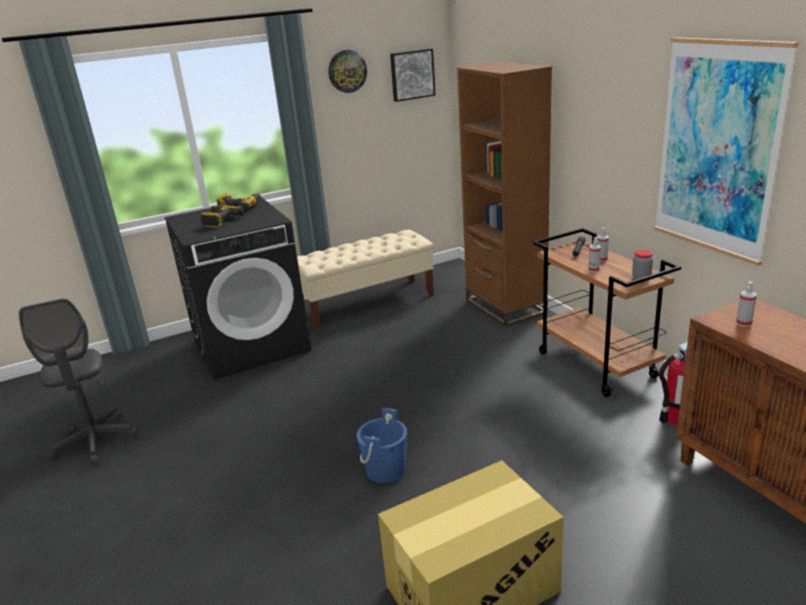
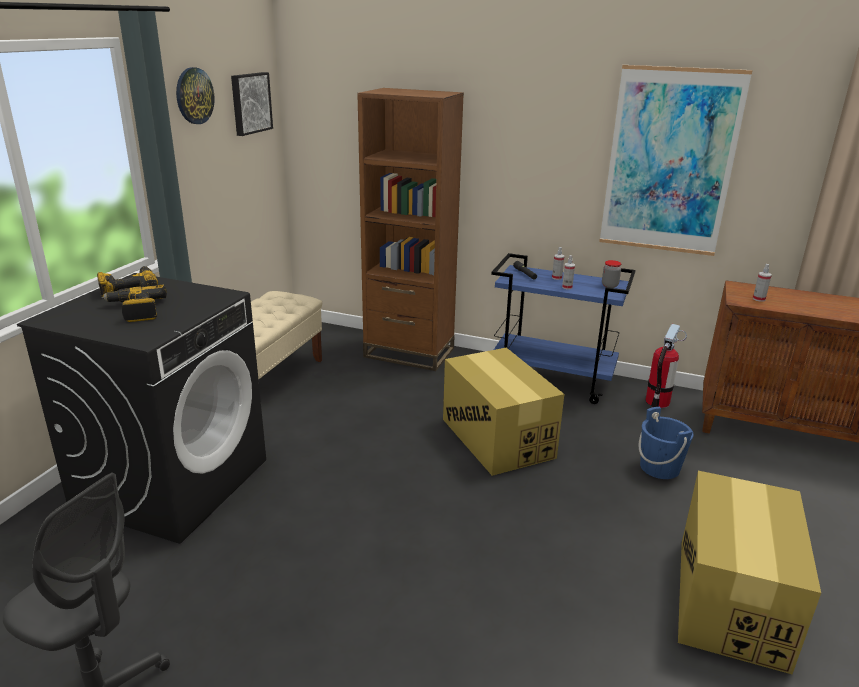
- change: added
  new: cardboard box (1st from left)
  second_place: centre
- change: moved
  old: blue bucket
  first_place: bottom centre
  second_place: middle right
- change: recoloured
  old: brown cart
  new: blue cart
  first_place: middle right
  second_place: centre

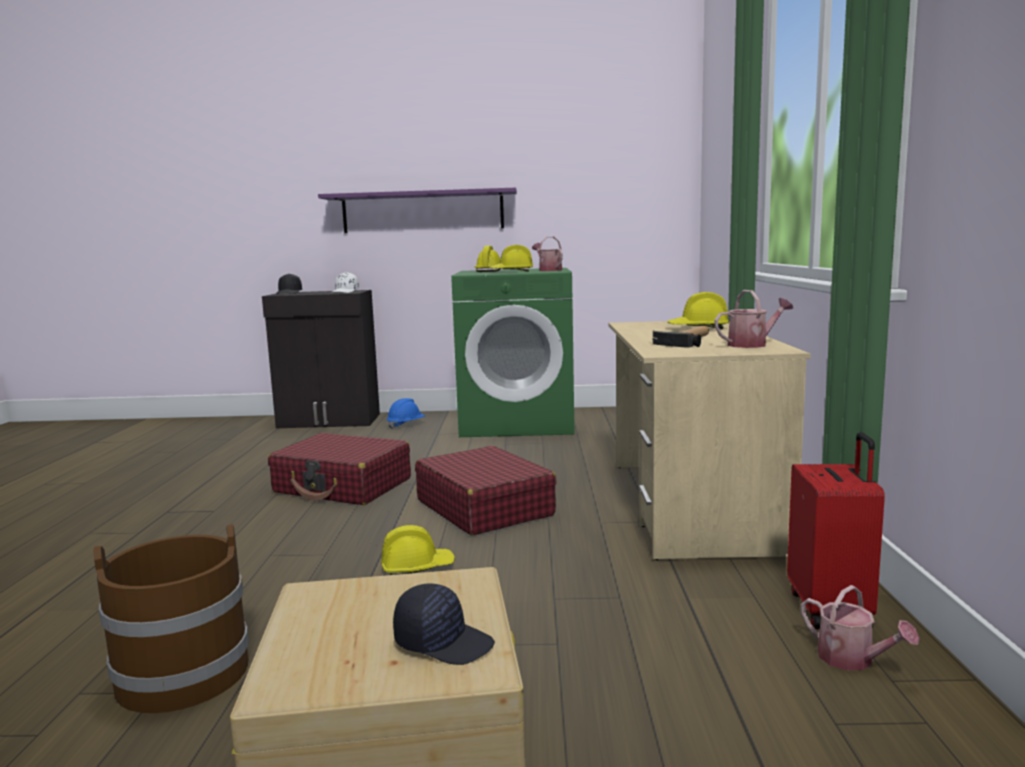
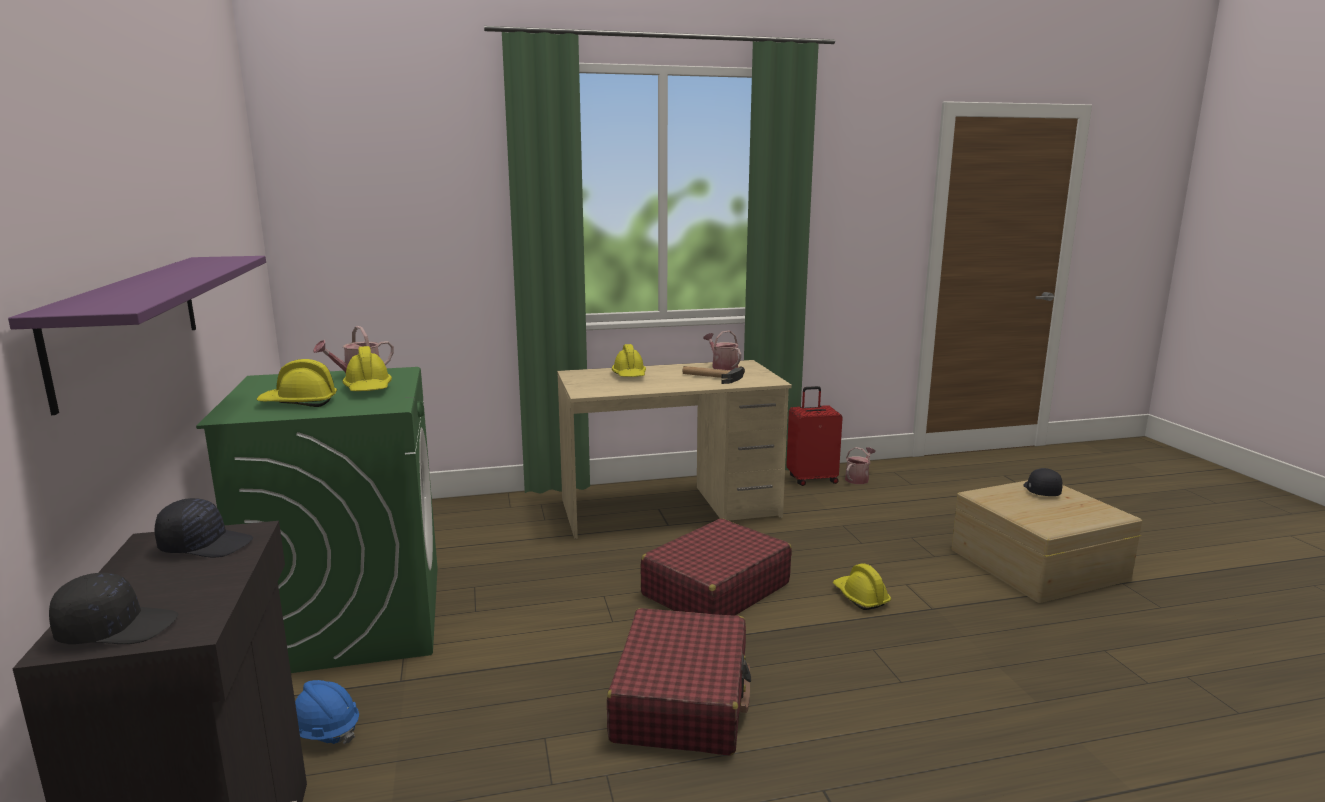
- change: removed
  old: brown bucket
  first_place: bottom left
- change: recoloured
  old: white cap
  new: black cap (2nd from left)
  first_place: centre
  second_place: middle left

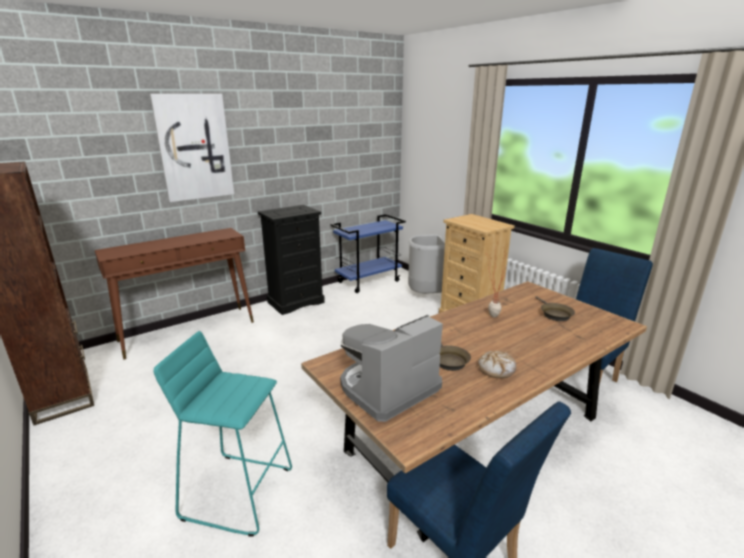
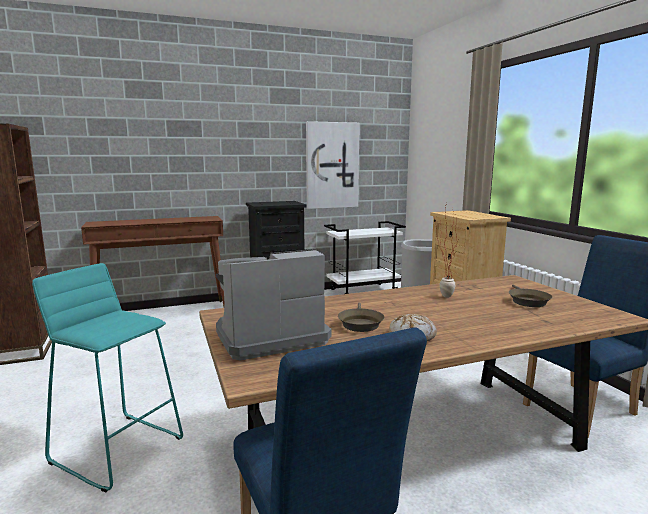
- change: moved
  old: picture
  first_place: top left
  second_place: top centre
- change: recoloured
  old: blue cart
  new: white cart
  first_place: centre
  second_place: centre

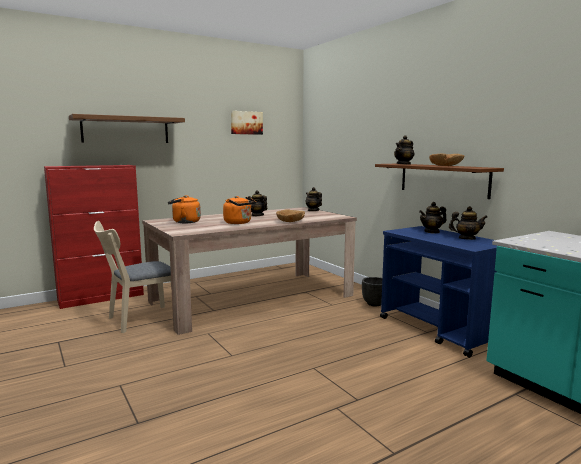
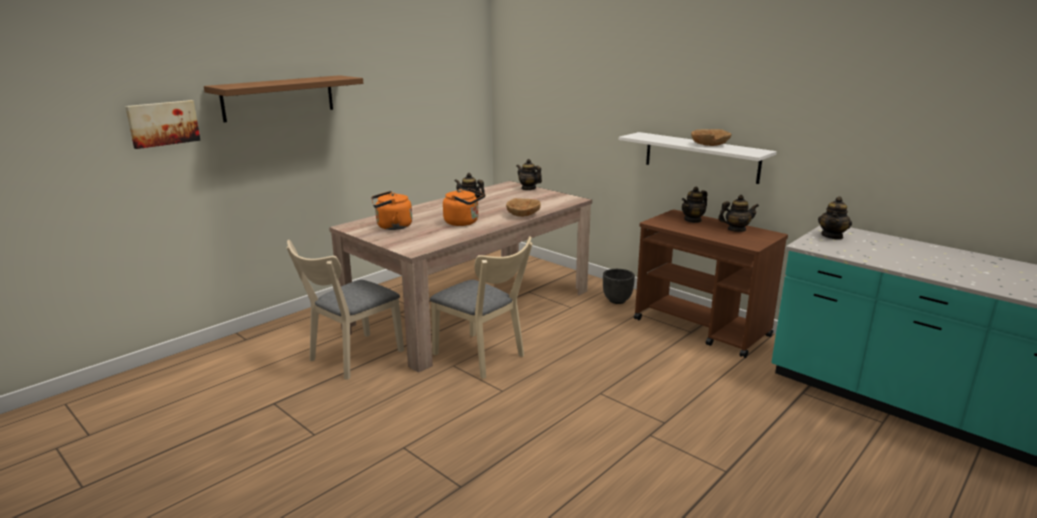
- change: removed
  old: red cabinet
  first_place: middle left
- change: added
  new: beige chair (2nd from left)
  second_place: centre
- change: moved
  old: picture
  first_place: top centre
  second_place: top left
- change: moved
  old: teapot (3rd from left in the first image)
  new: teapot (5th from left)
  first_place: top right
  second_place: middle right
- change: recoloured
  old: brown shelf (2nd from left)
  new: white shelf
  first_place: middle right
  second_place: top right
- change: recoloured
  old: blue cart
  new: brown cart
  first_place: middle right
  second_place: middle right

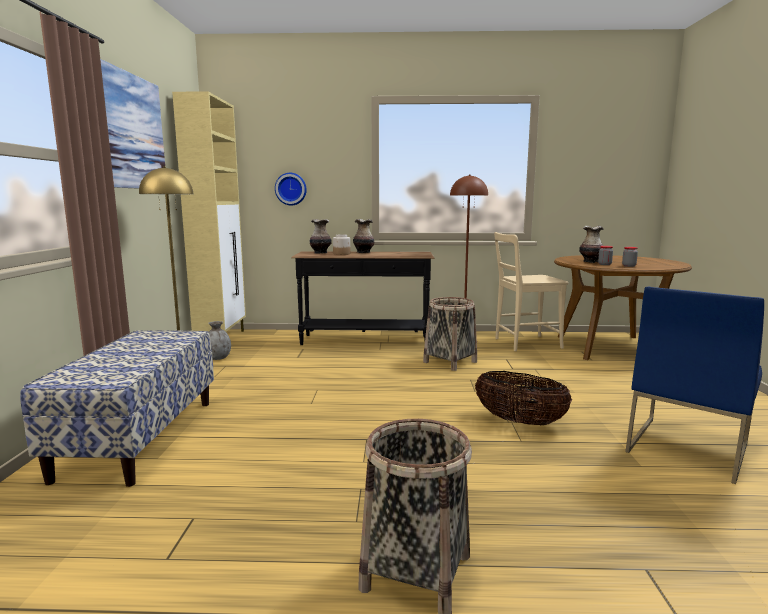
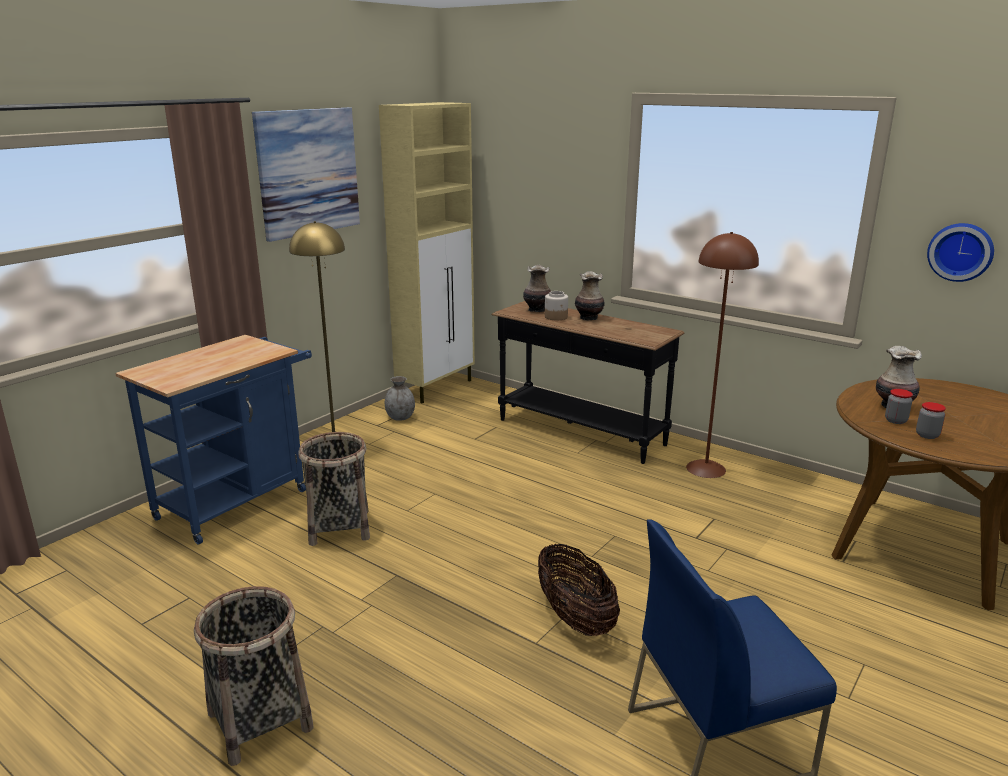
- change: removed
  old: beige chair
  first_place: middle right
- change: moved
  old: wall clock
  first_place: top centre
  second_place: top right
- change: moved
  old: basket (2nd from left)
  first_place: centre
  second_place: middle left
- change: replaced
  old: bench
  new: blue cart
  first_place: middle left
  second_place: middle left

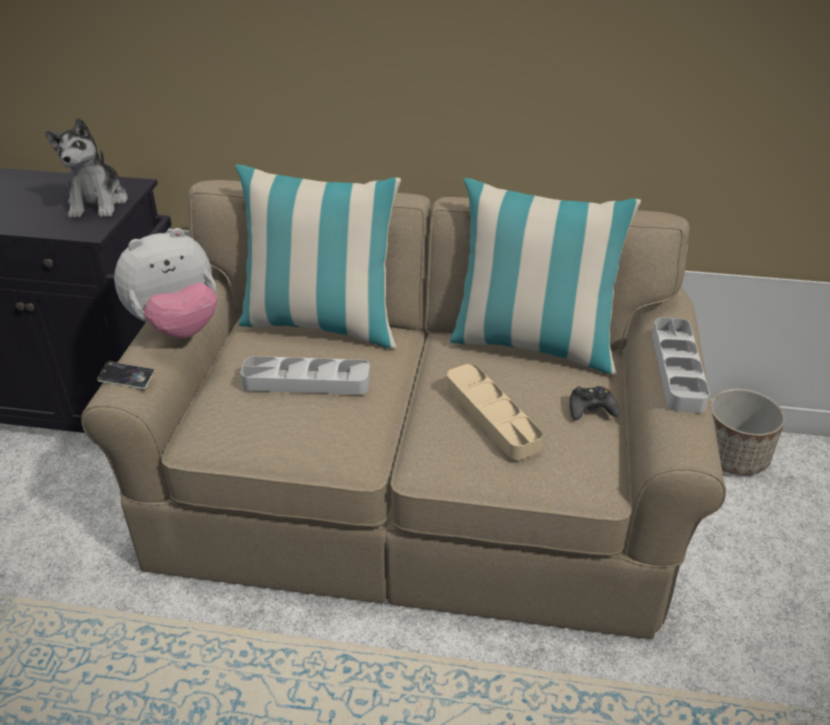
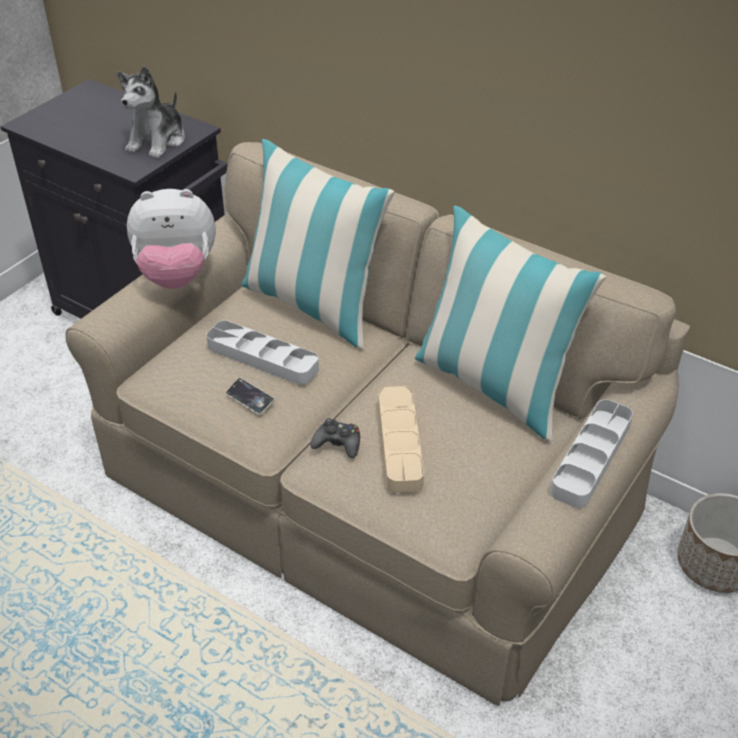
- change: moved
  old: phone
  first_place: middle left
  second_place: centre
- change: moved
  old: black game controller
  first_place: middle right
  second_place: centre

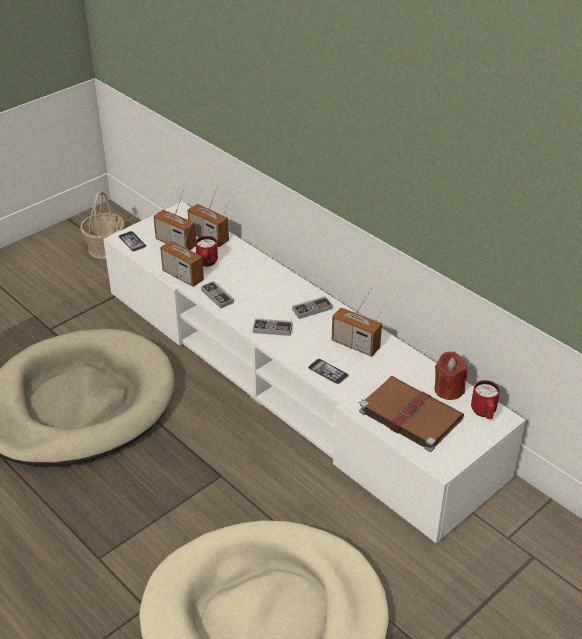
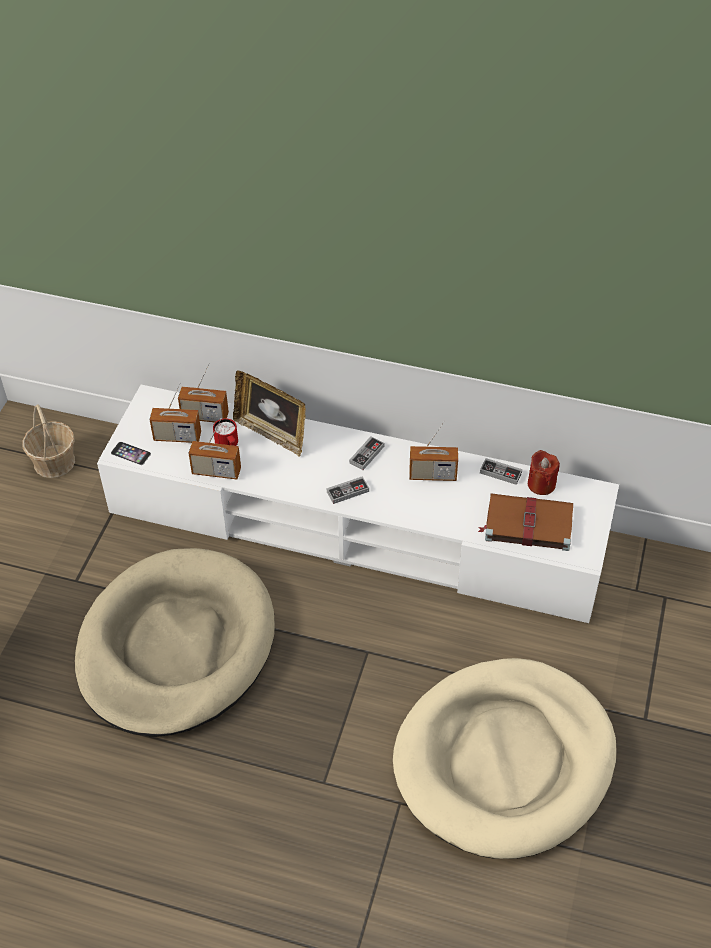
- change: removed
  old: phone (2nd from left)
  first_place: centre
- change: removed
  old: red mug (2nd from left)
  first_place: middle right
- change: added
  new: picture frame
  second_place: centre
- change: moved
  old: game controller (1st from left in the first image)
  new: game controller (3rd from left)
  first_place: centre
  second_place: middle right

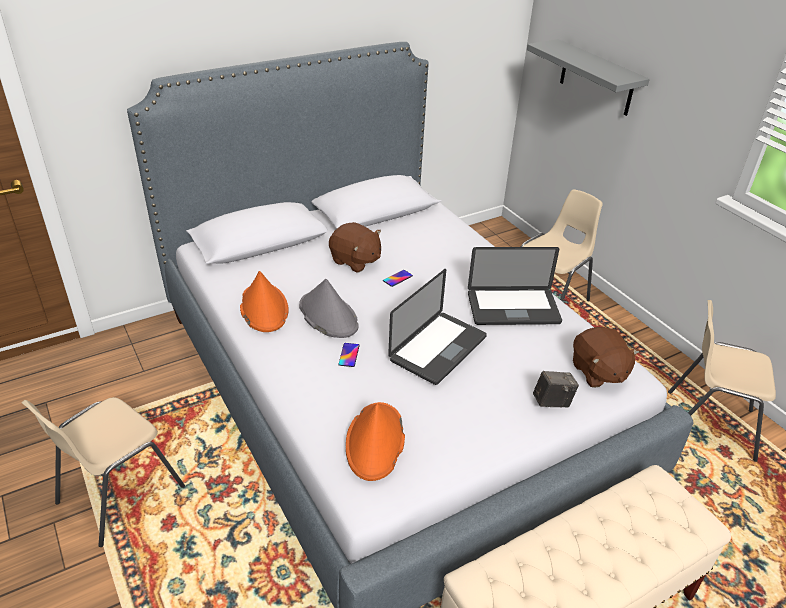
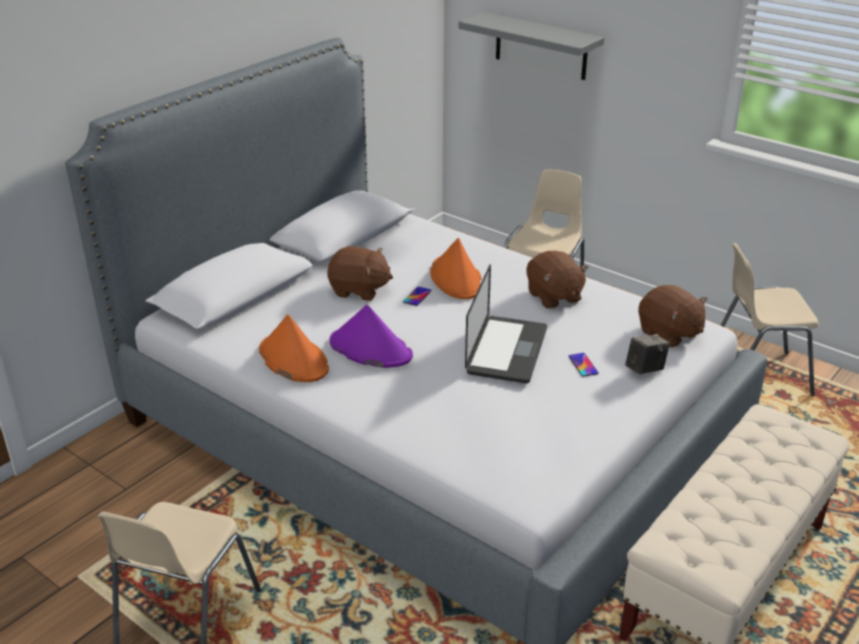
- change: moved
  old: phone (1st from left in the first image)
  new: phone (2nd from left)
  first_place: centre
  second_place: middle right
- change: moved
  old: orange hat (2nd from left)
  first_place: bottom centre
  second_place: centre
- change: replaced
  old: laptop (2nd from left)
  new: brown plush toy (2nd from left)
  first_place: centre
  second_place: centre
- change: recoloured
  old: grey hat
  new: purple hat
  first_place: centre
  second_place: centre

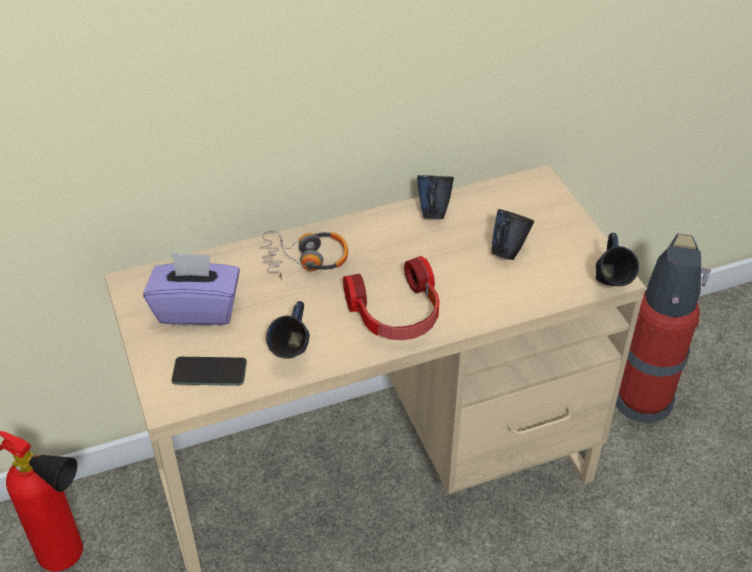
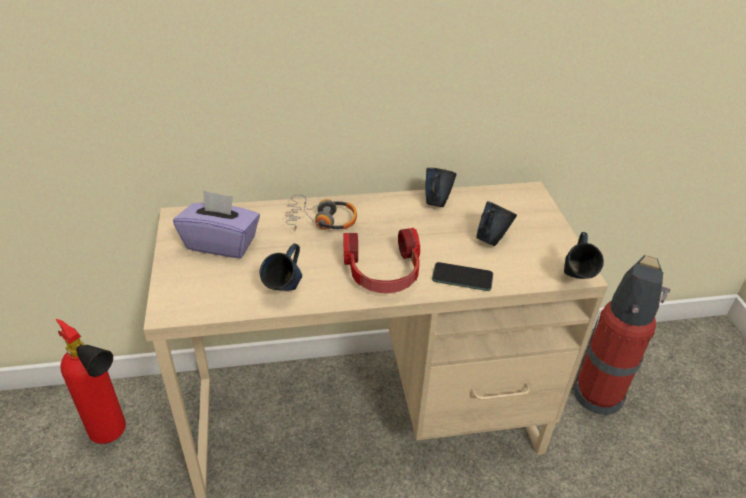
- change: moved
  old: phone
  first_place: middle left
  second_place: centre

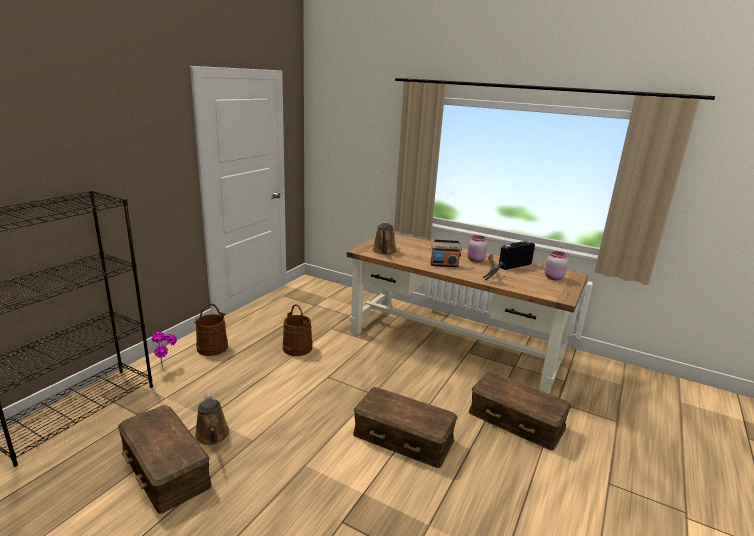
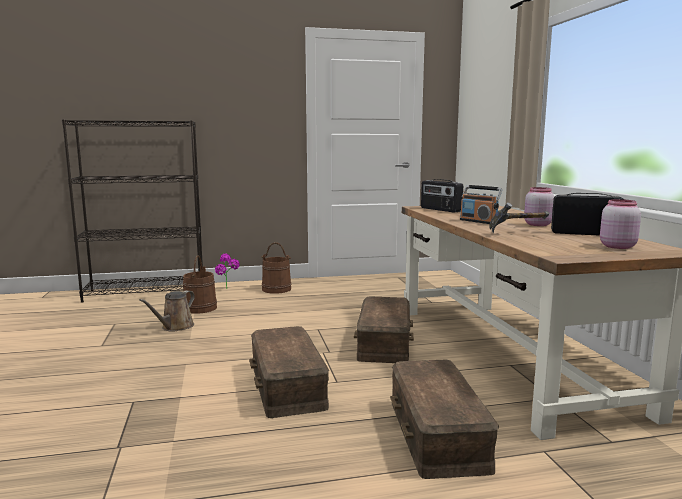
- change: moved
  old: brown storage box (1st from left in the first image)
  new: brown storage box (2nd from left)
  first_place: bottom left
  second_place: centre
- change: moved
  old: brown bucket (2nd from left in the first image)
  new: brown bucket (1st from left)
  first_place: centre
  second_place: middle left
- change: replaced
  old: brown watering can (2nd from left)
  new: radio (1st from left)
  first_place: centre
  second_place: centre

